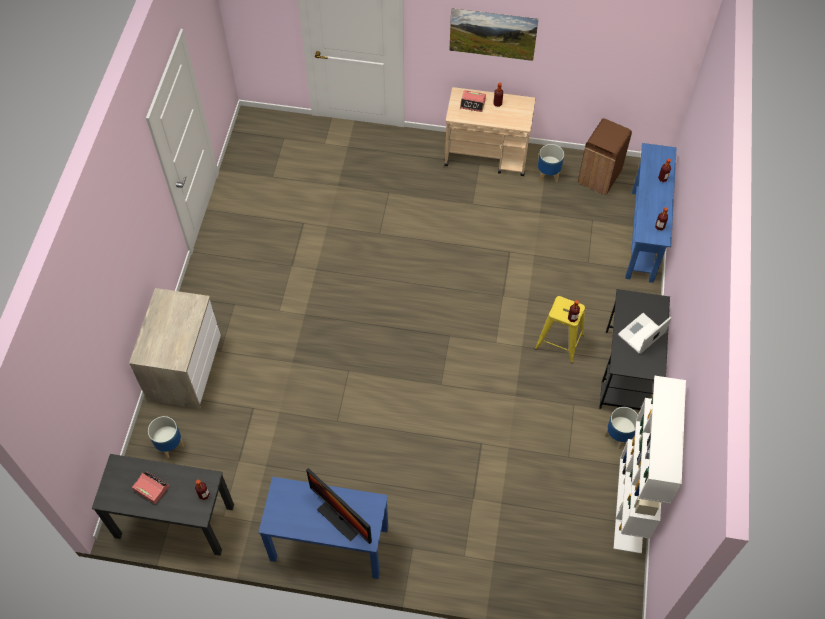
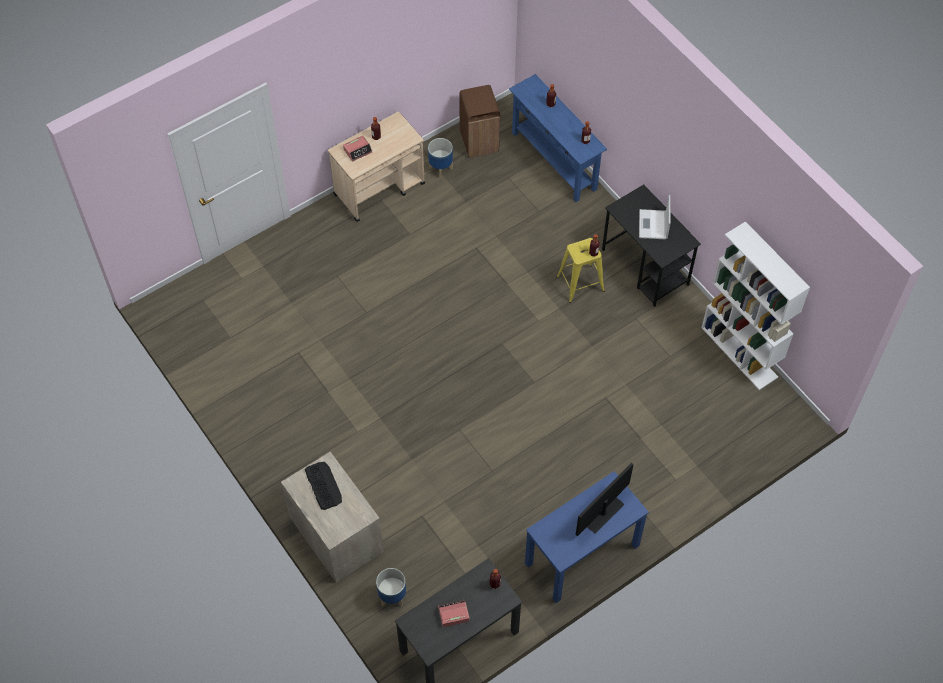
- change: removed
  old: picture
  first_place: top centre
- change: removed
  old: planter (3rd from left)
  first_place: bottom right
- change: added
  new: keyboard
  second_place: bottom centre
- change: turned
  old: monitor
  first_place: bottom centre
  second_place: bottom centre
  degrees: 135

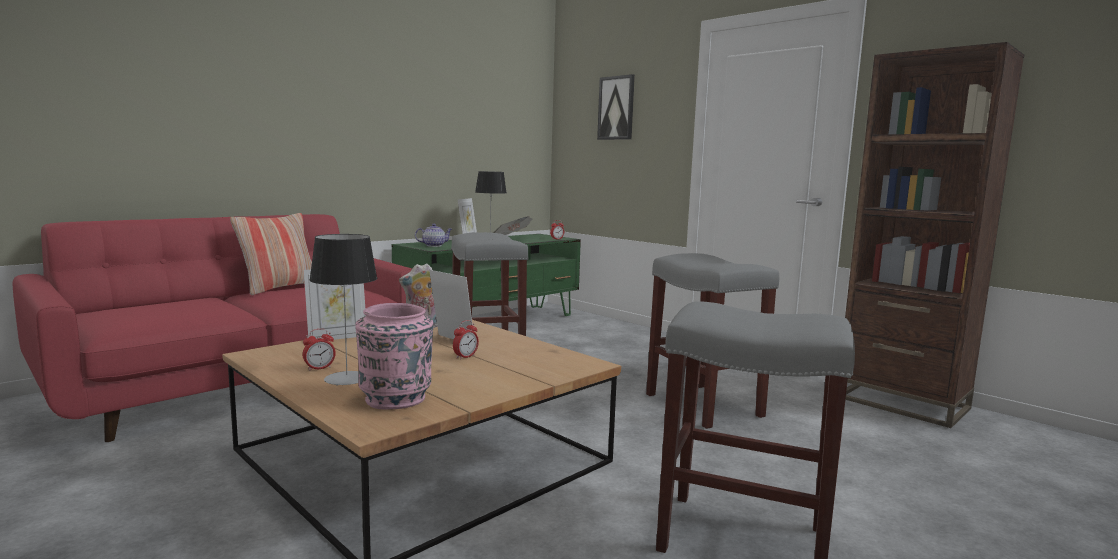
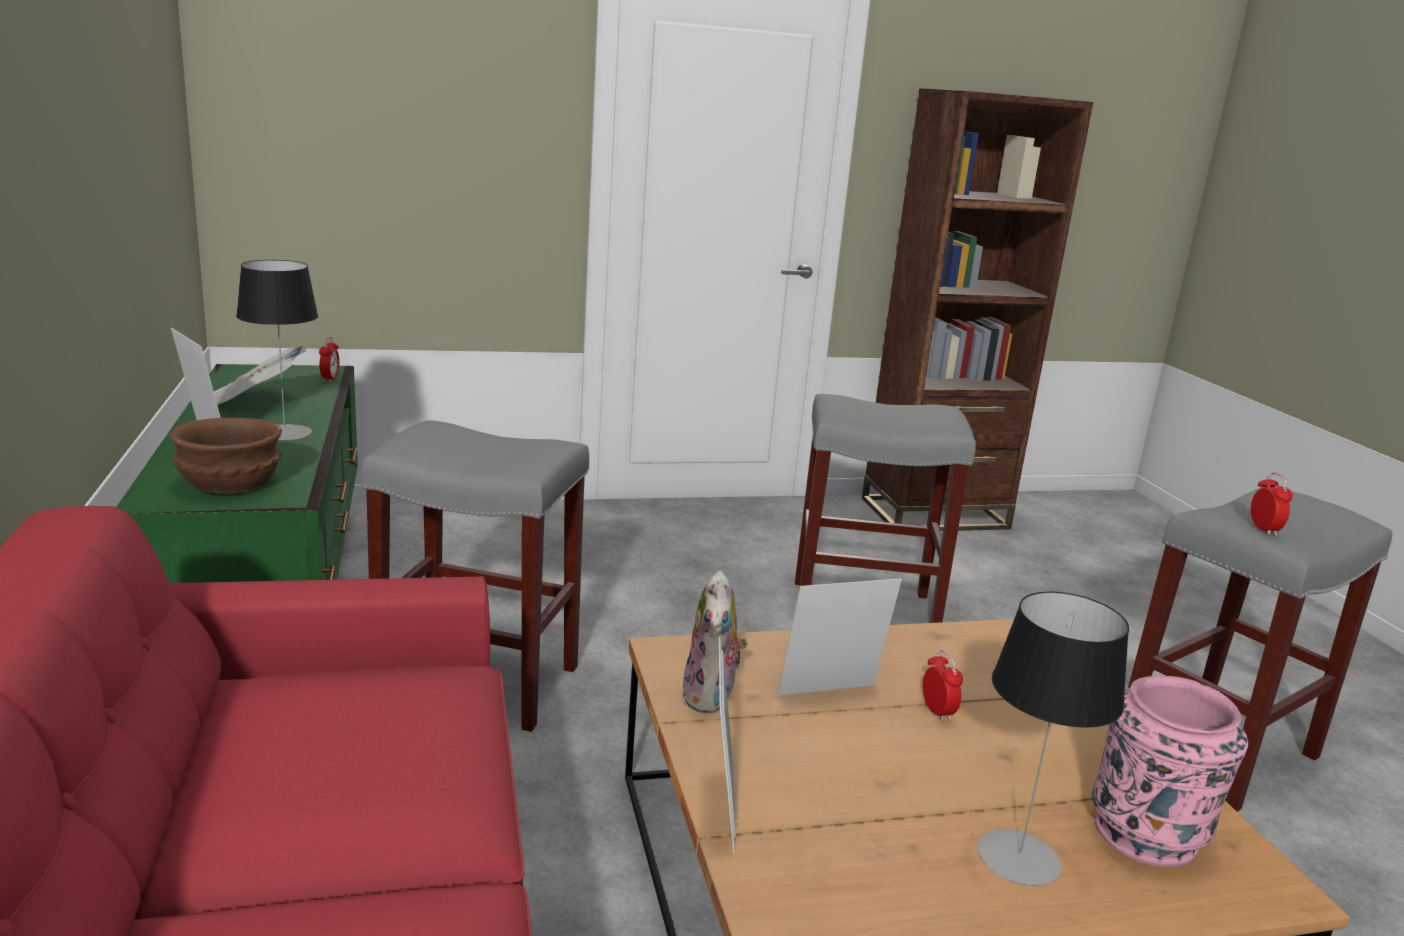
- change: removed
  old: pillow
  first_place: middle left
- change: removed
  old: picture
  first_place: top centre
- change: moved
  old: alarm clock (1st from left in the first image)
  new: alarm clock (3rd from left)
  first_place: middle left
  second_place: middle right
- change: replaced
  old: teapot
  new: brown bowl
  first_place: centre
  second_place: middle left

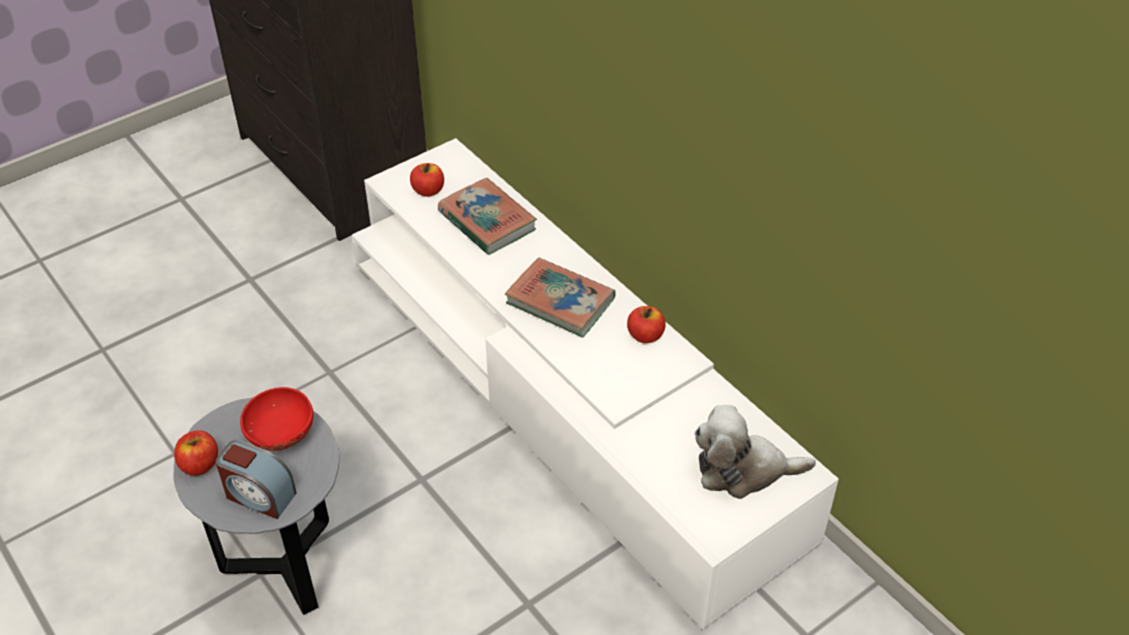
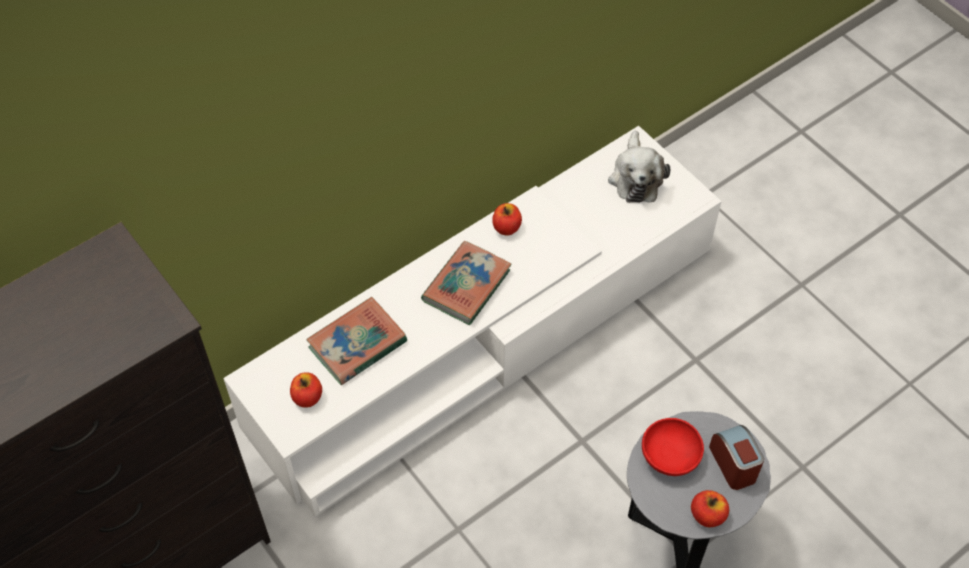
- change: turned
  old: alarm clock
  first_place: bottom left
  second_place: bottom right
  degrees: -45

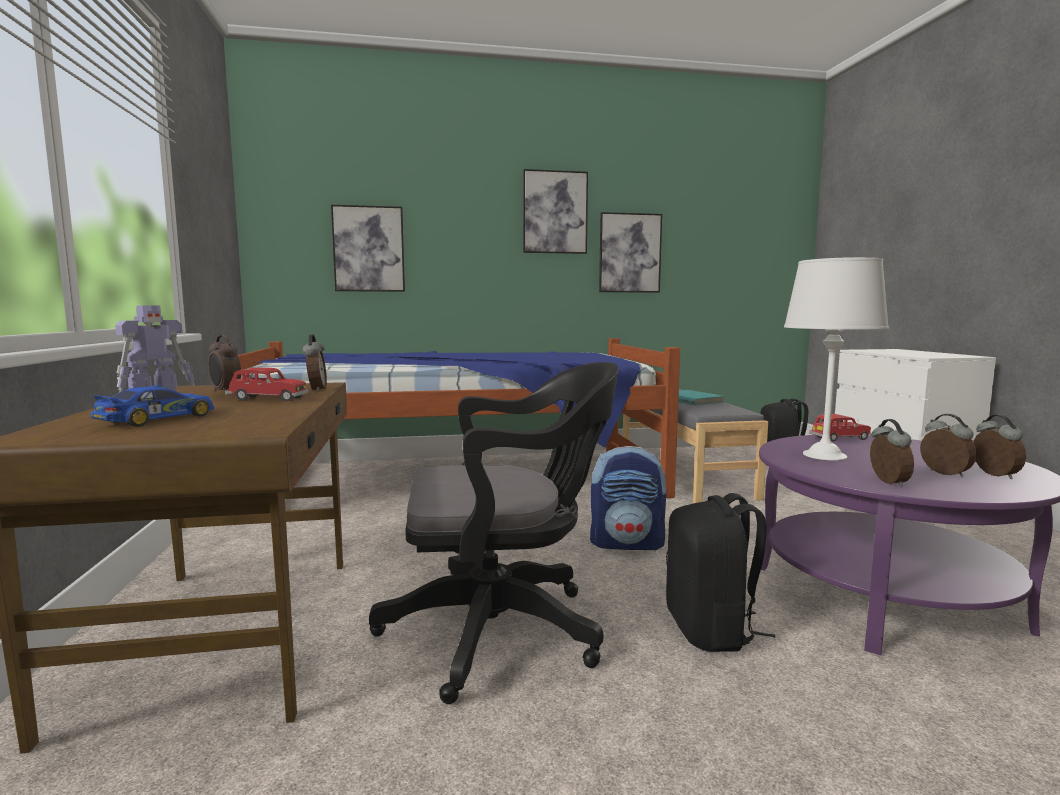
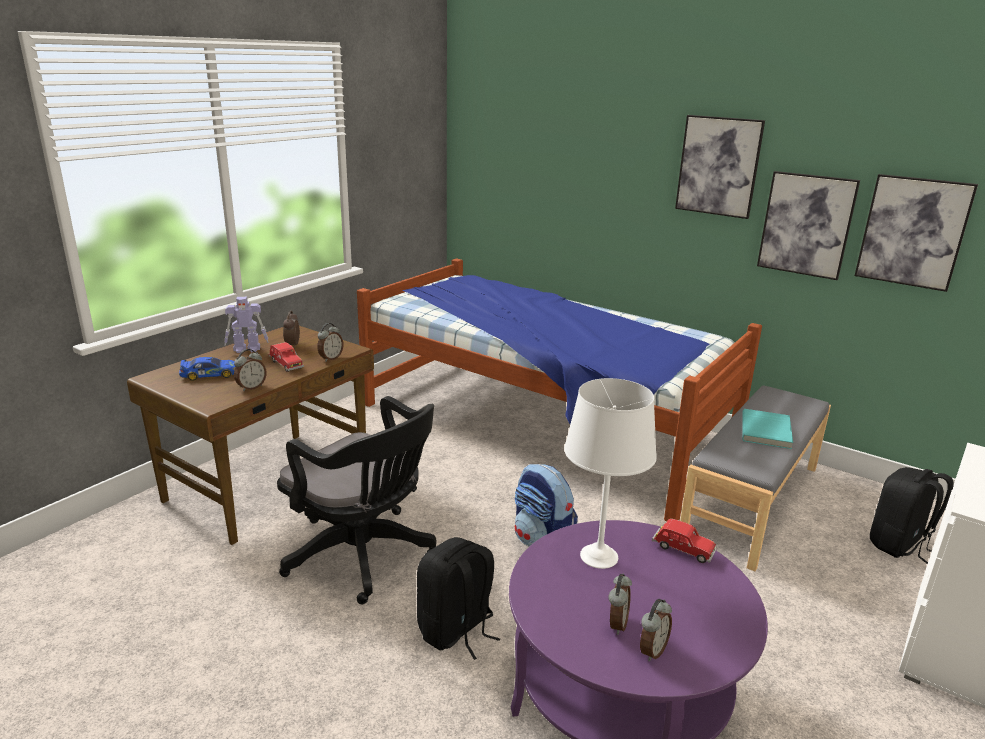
- change: moved
  old: picture (1st from left in the first image)
  new: picture (3rd from left)
  first_place: top centre
  second_place: top right
- change: moved
  old: alarm clock (3rd from left in the first image)
  new: alarm clock (1st from left)
  first_place: middle right
  second_place: middle left

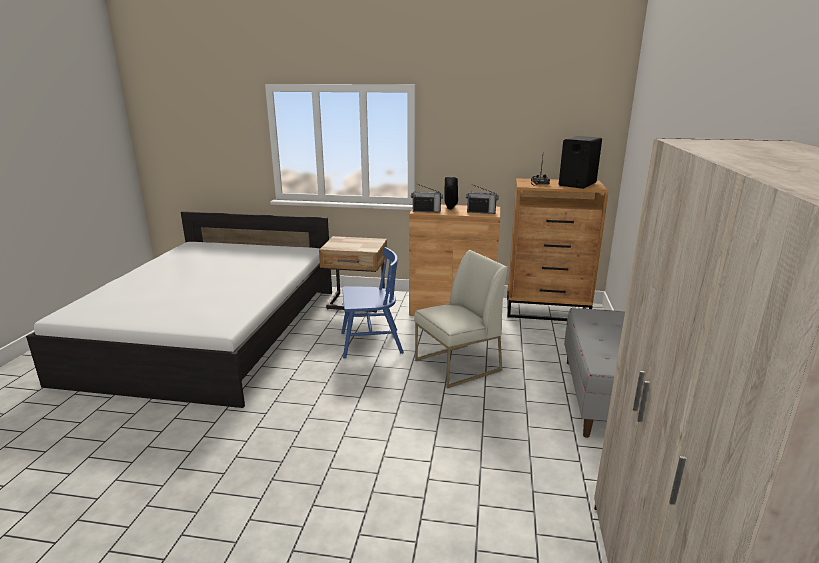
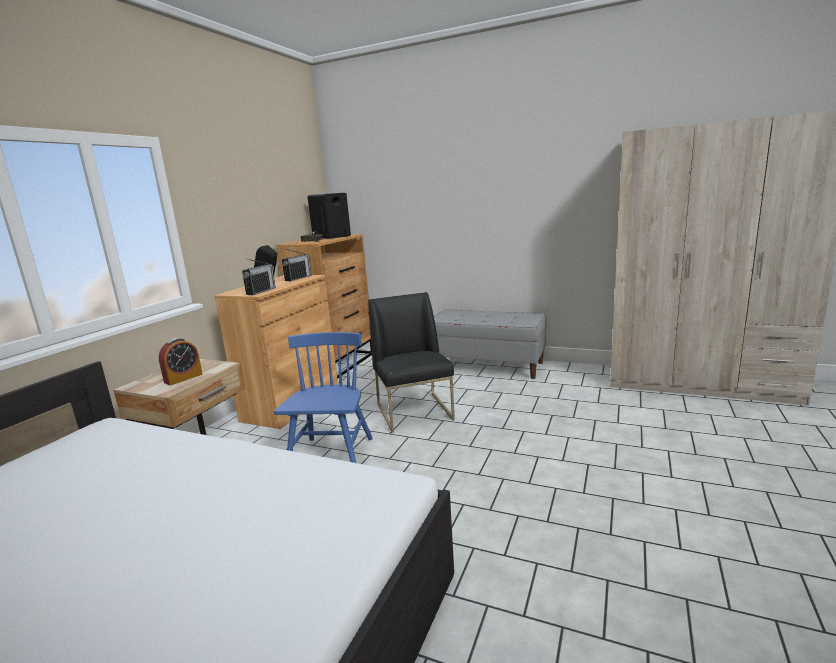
- change: added
  new: alarm clock
  second_place: middle left
- change: recoloured
  old: white chair
  new: black chair
  first_place: centre
  second_place: centre

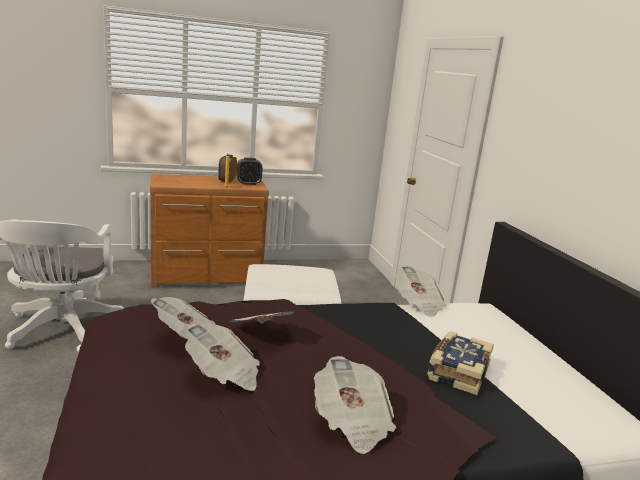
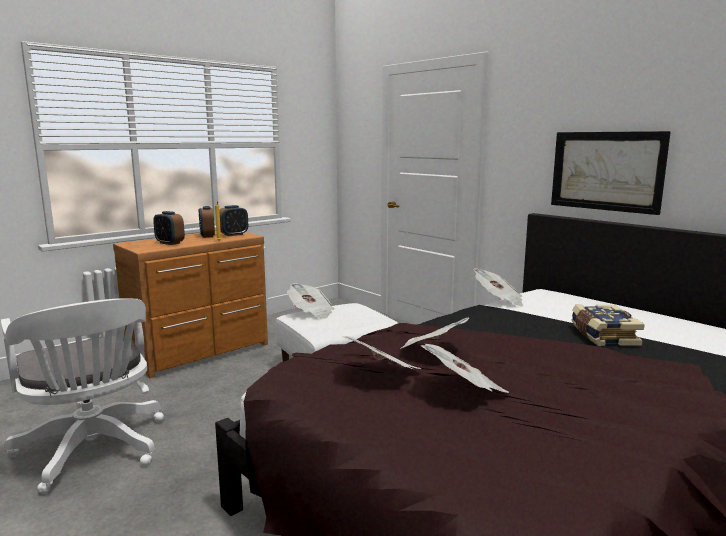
- change: added
  new: alarm clock (1st from left)
  second_place: middle left
- change: added
  new: picture
  second_place: top right
- change: moved
  old: newspaper (4th from left in the first image)
  new: newspaper (1st from left)
  first_place: bottom centre
  second_place: centre

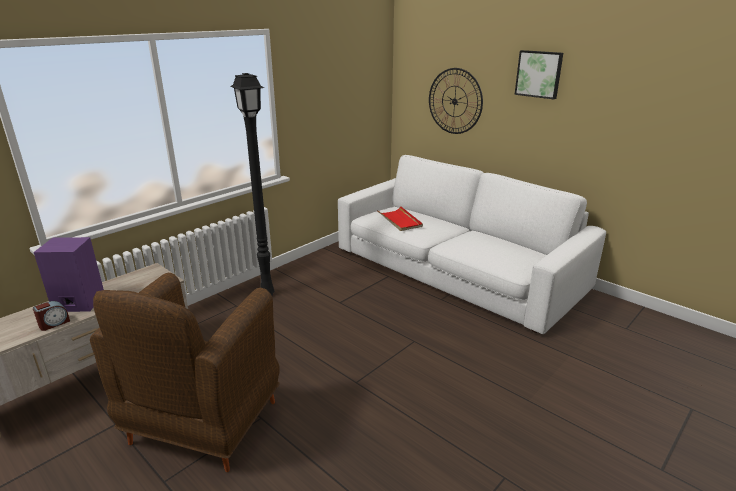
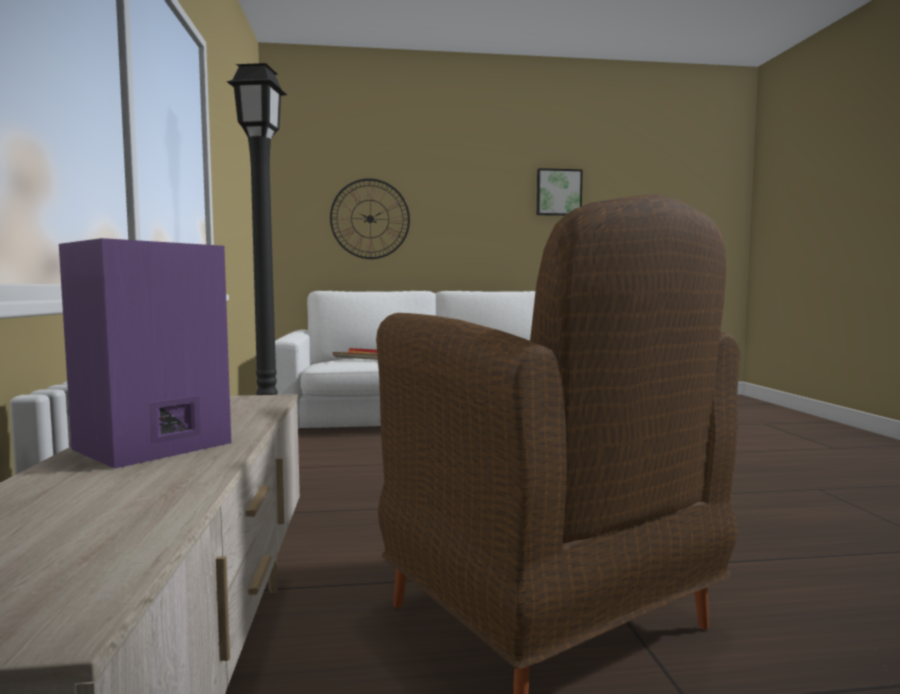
- change: removed
  old: alarm clock
  first_place: middle left
- change: moved
  old: picture
  first_place: top right
  second_place: top centre

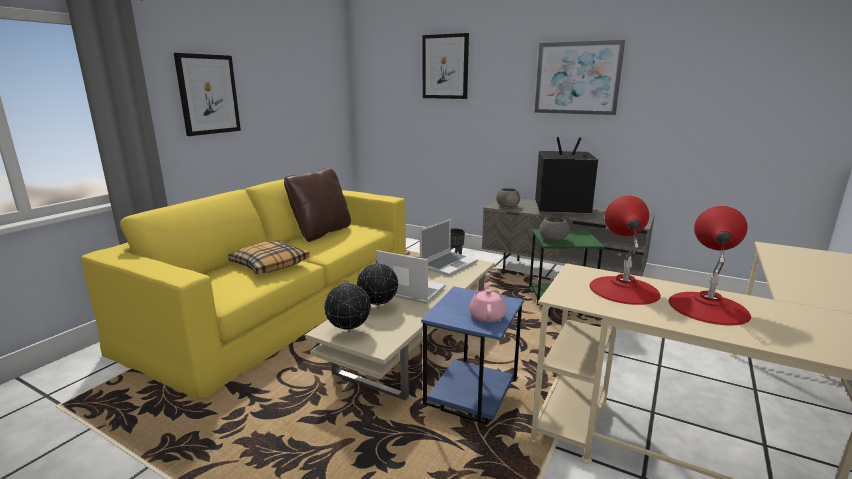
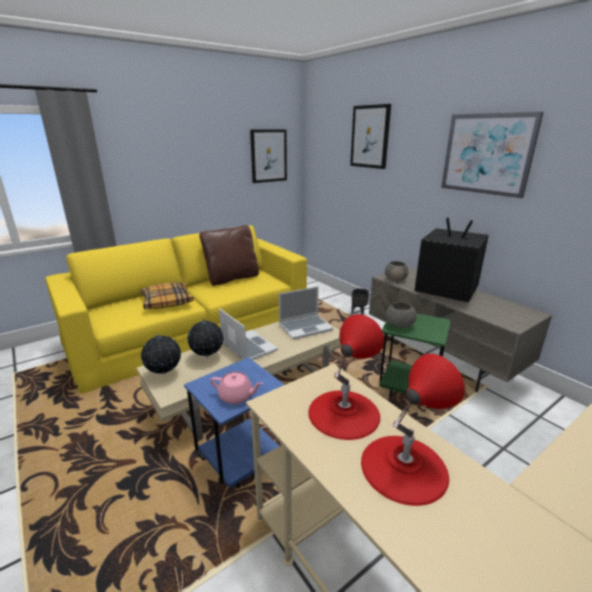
- change: moved
  old: picture (1st from left)
  first_place: top left
  second_place: top centre
- change: turned
  old: pink teapot
  first_place: centre
  second_place: centre
  degrees: 75

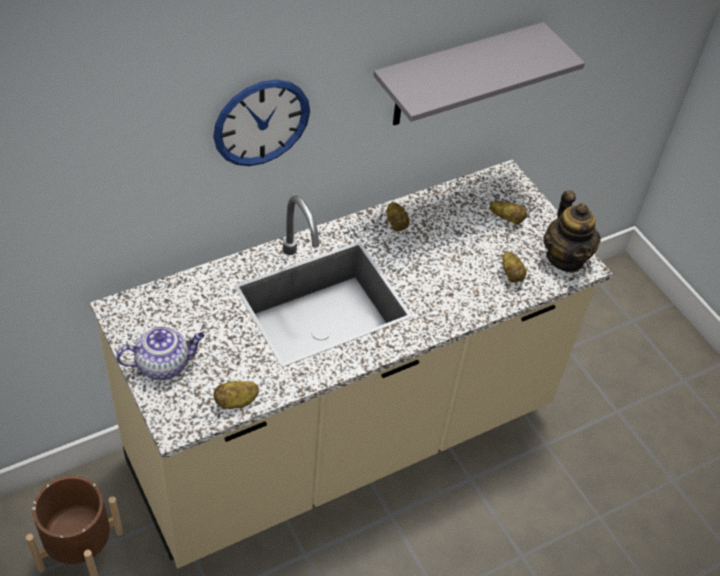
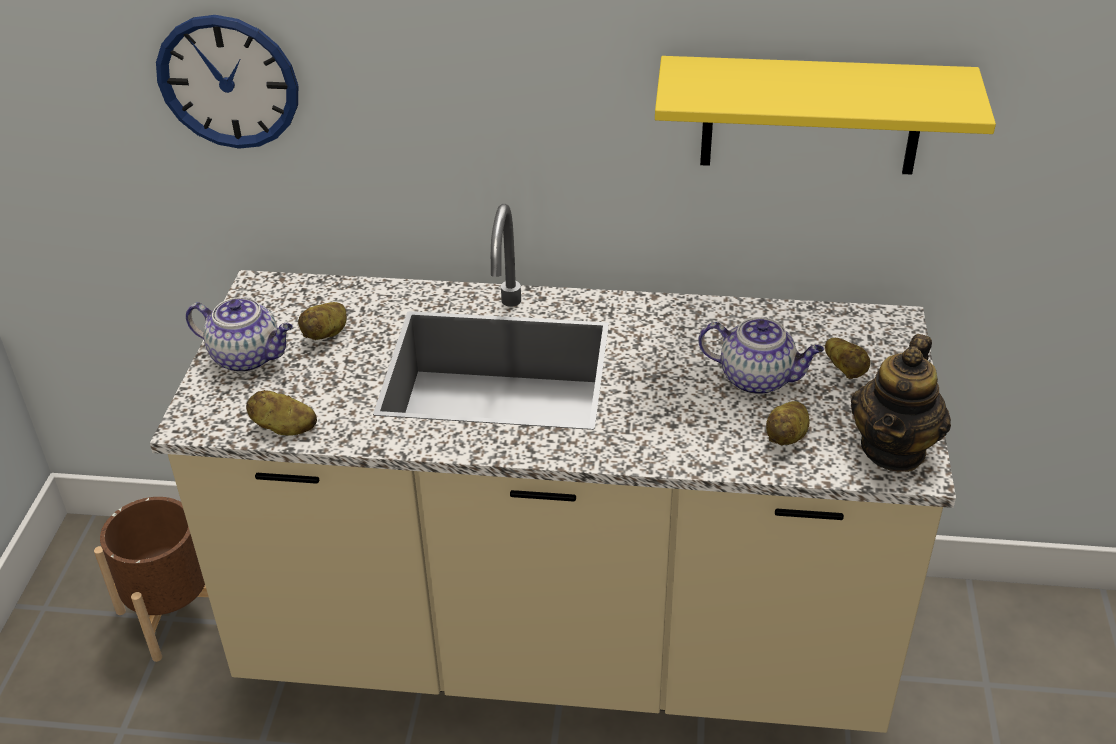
- change: added
  new: teapot (2nd from left)
  second_place: middle right
- change: moved
  old: wall clock
  first_place: top centre
  second_place: top left
- change: moved
  old: potato (2nd from left)
  first_place: centre
  second_place: middle left
- change: recoloured
  old: grey shelf
  new: yellow shelf
  first_place: top centre
  second_place: top right

